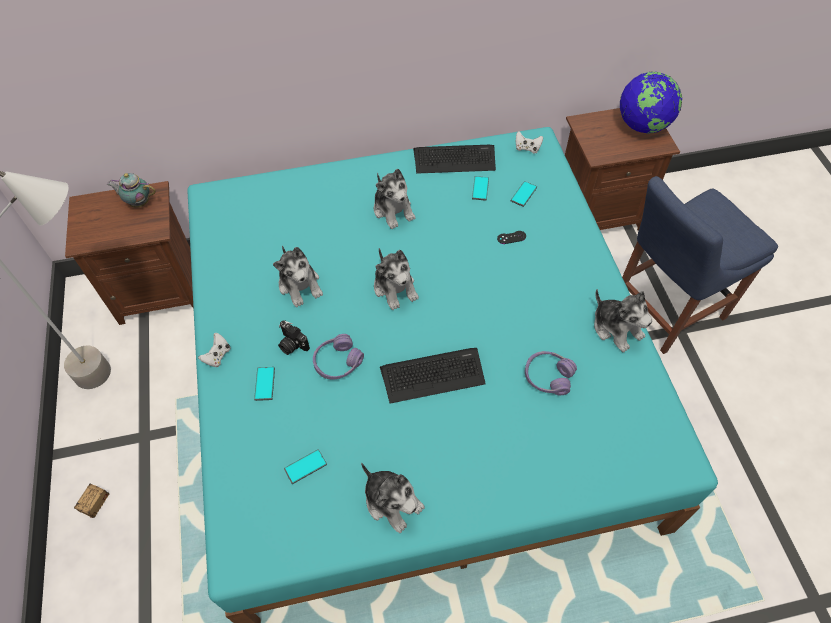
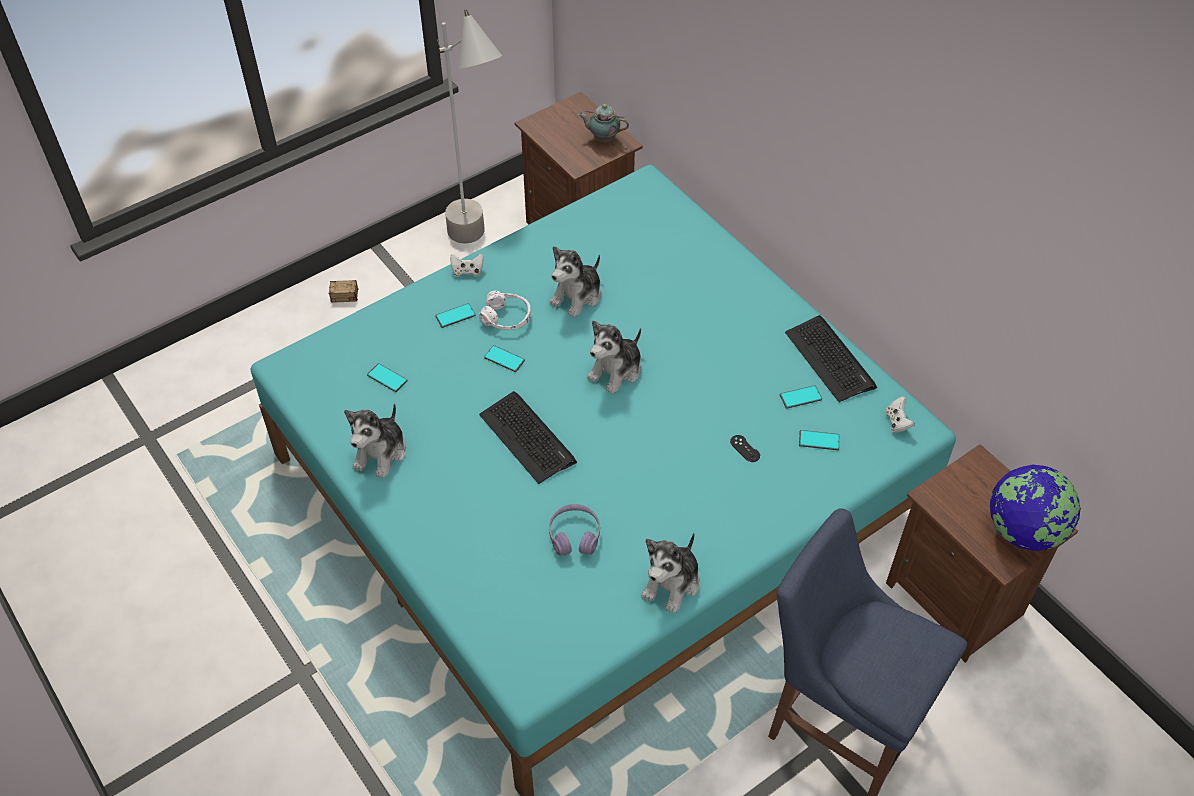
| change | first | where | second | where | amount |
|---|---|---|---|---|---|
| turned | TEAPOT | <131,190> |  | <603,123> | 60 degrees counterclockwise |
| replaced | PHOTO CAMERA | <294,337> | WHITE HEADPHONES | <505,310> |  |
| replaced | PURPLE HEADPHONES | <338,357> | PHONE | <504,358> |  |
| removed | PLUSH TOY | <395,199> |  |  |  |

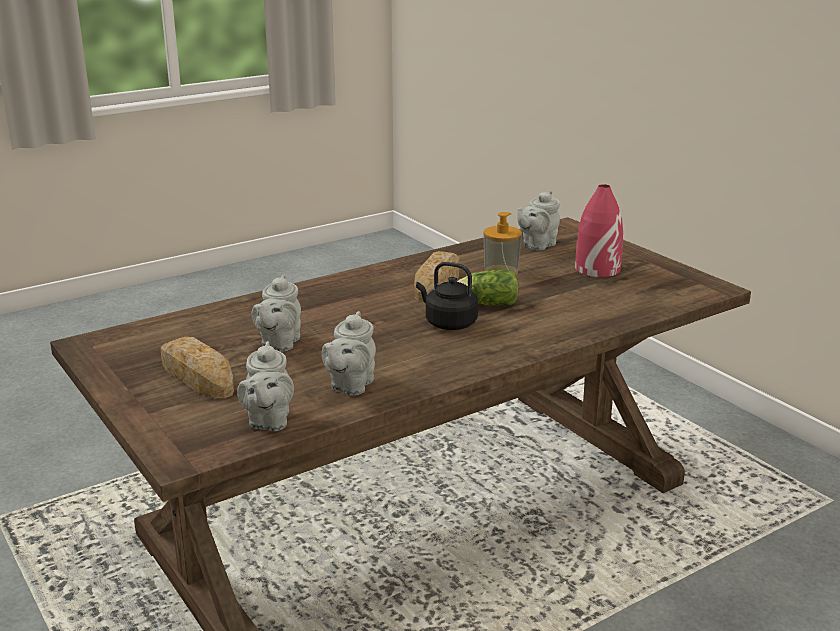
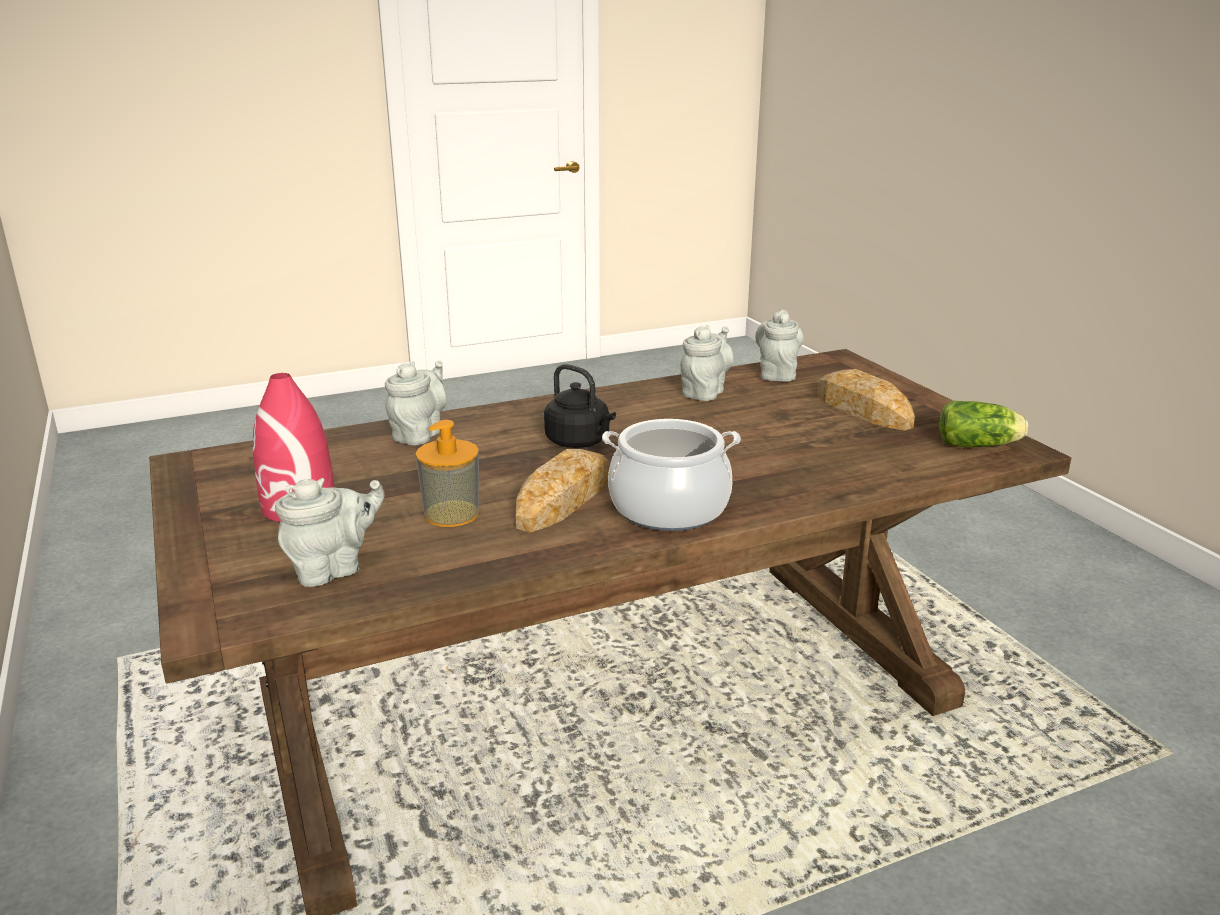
| change | first | where | second | where | amount |
|---|---|---|---|---|---|
| moved | GREY TEAPOT | <276,313> |  | <416,403> |  |
| moved | LETTUCE | <487,288> |  | <983,424> |  |
| added |  |  | COOKING POT | <671,475> |  |

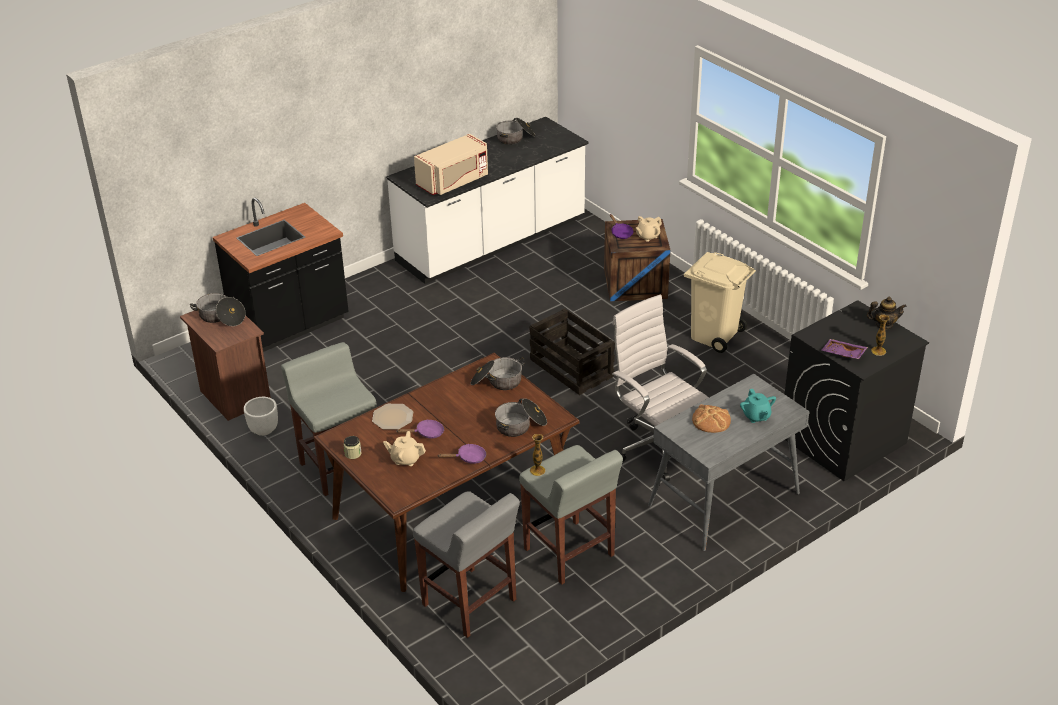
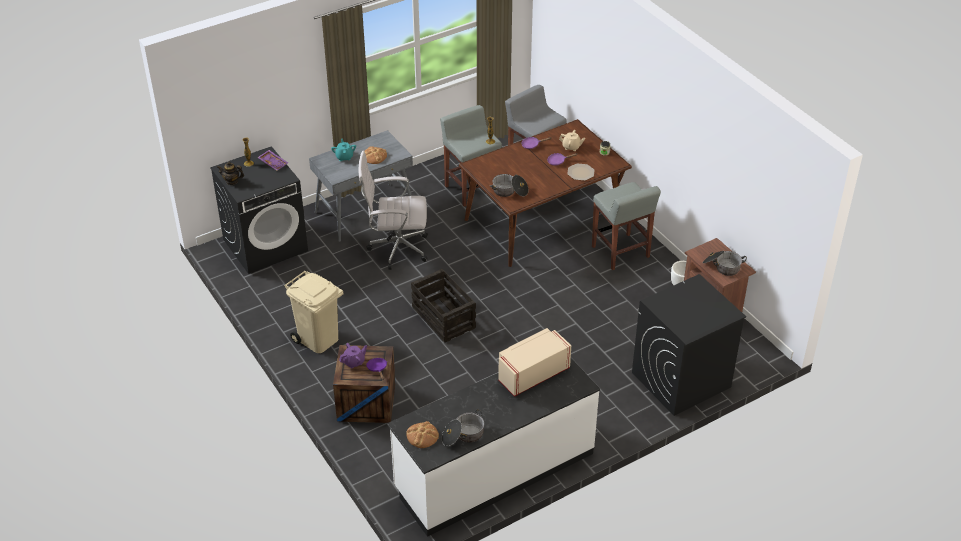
| change | first | where | second | where | amount |
|---|---|---|---|---|---|
| replaced | BLACK COUNTER | <281,275> | BLACK WASHING MACHINE | <689,345> |  |
| removed | COOKING POT | <521,417> |  |  |  |
| turned | WHITE OFFICE CHAIR | <660,388> |  | <393,210> | 120 degrees clockwise |
| recoloured | BEIGE TEAPOT | <649,229> | PURPLE TEAPOT | <353,355> |  |
| added |  |  | BREAD | <422,434> |  |

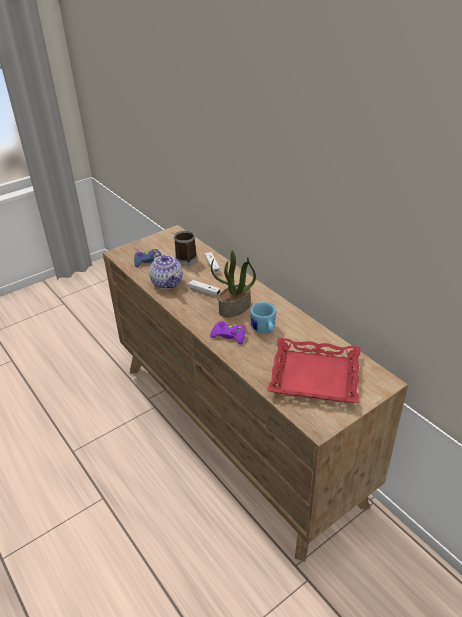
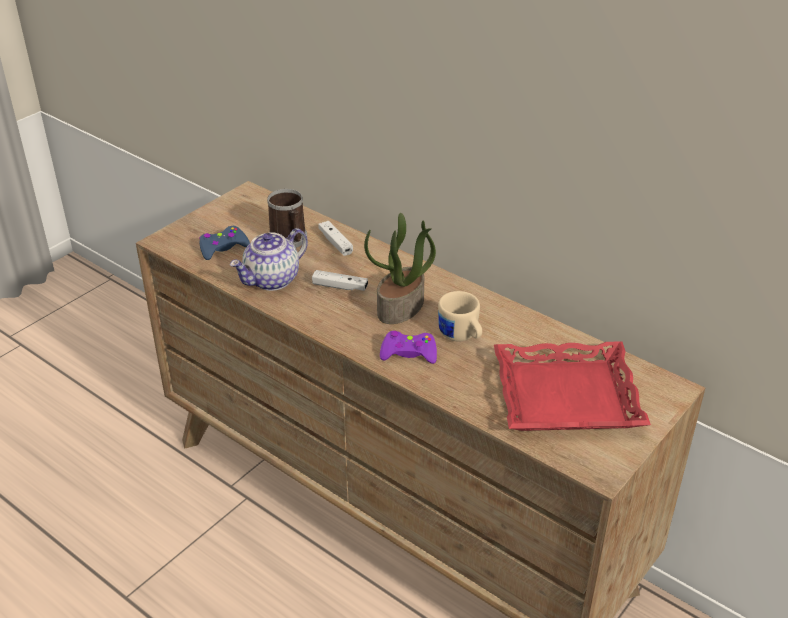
| change | first | where | second | where | amount |
|---|---|---|---|---|---|
| turned | TEAPOT | <166,270> |  | <269,259> | 90 degrees clockwise |
| recoloured | BLUE MUG | <263,317> | BEIGE MUG | <460,316> |  |

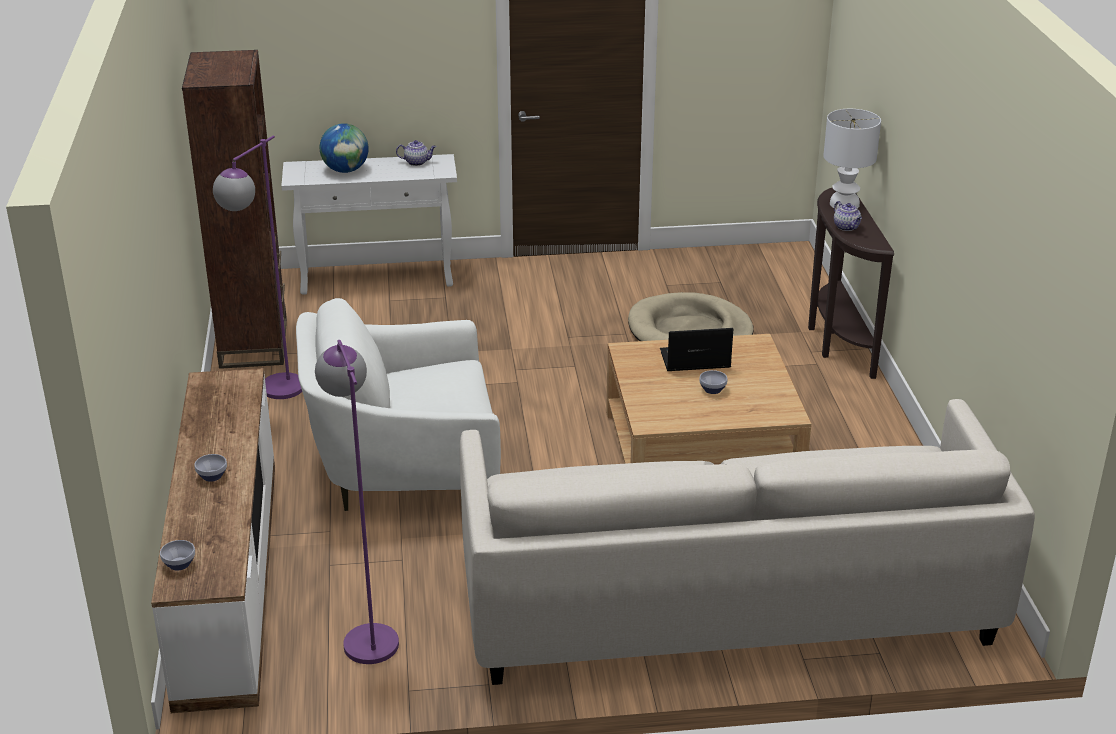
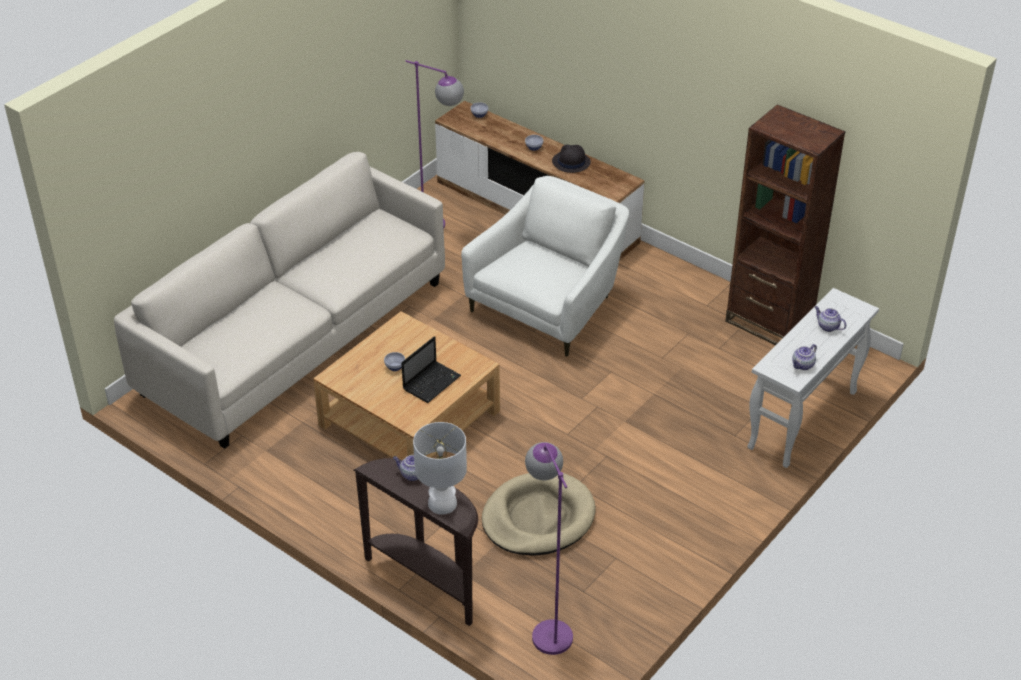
| change | first | where | second | where | amount |
|---|---|---|---|---|---|
| moved | PURPLE FLOOR LAMP | <257,267> |  | <549,548> |  |
| replaced | GLOBE | <344,148> | TEAPOT | <830,319> |  |
| added |  |  | BLACK HAT | <571,159> |  |

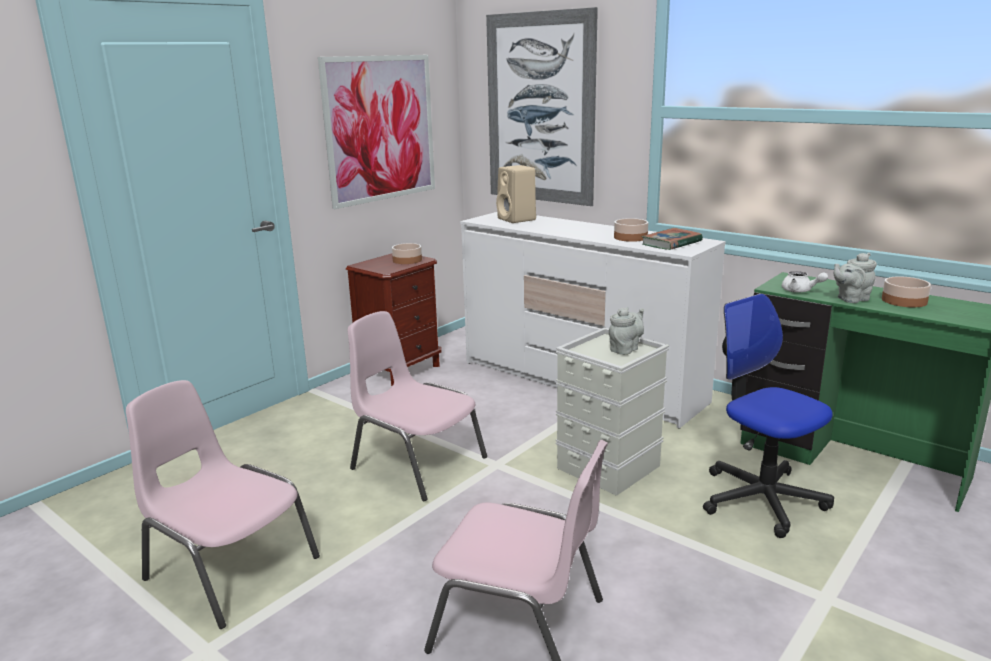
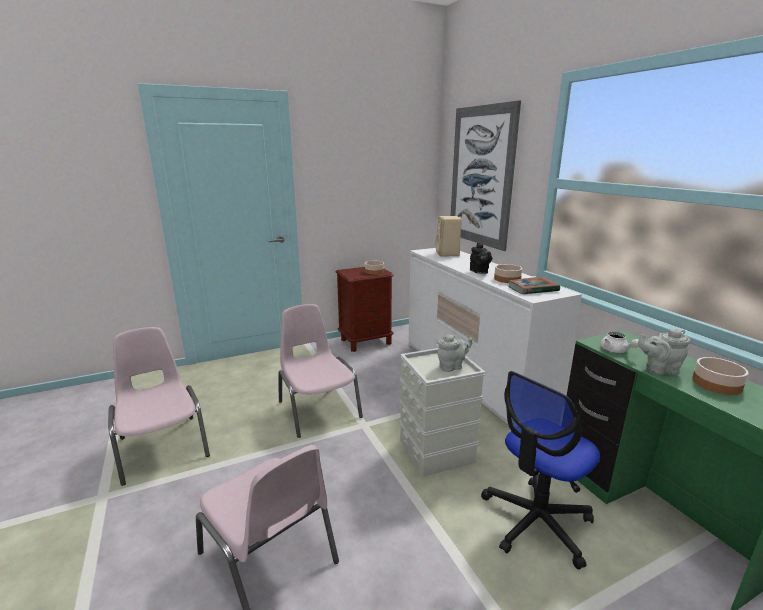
| change | first | where | second | where | amount |
|---|---|---|---|---|---|
| removed | PICTURE | <376,132> |  |  |  |
| turned | OFFICE CHAIR | <768,416> |  | <540,470> | 120 degrees counterclockwise |
| added |  |  | BLACK TEAPOT | <481,258> |  |

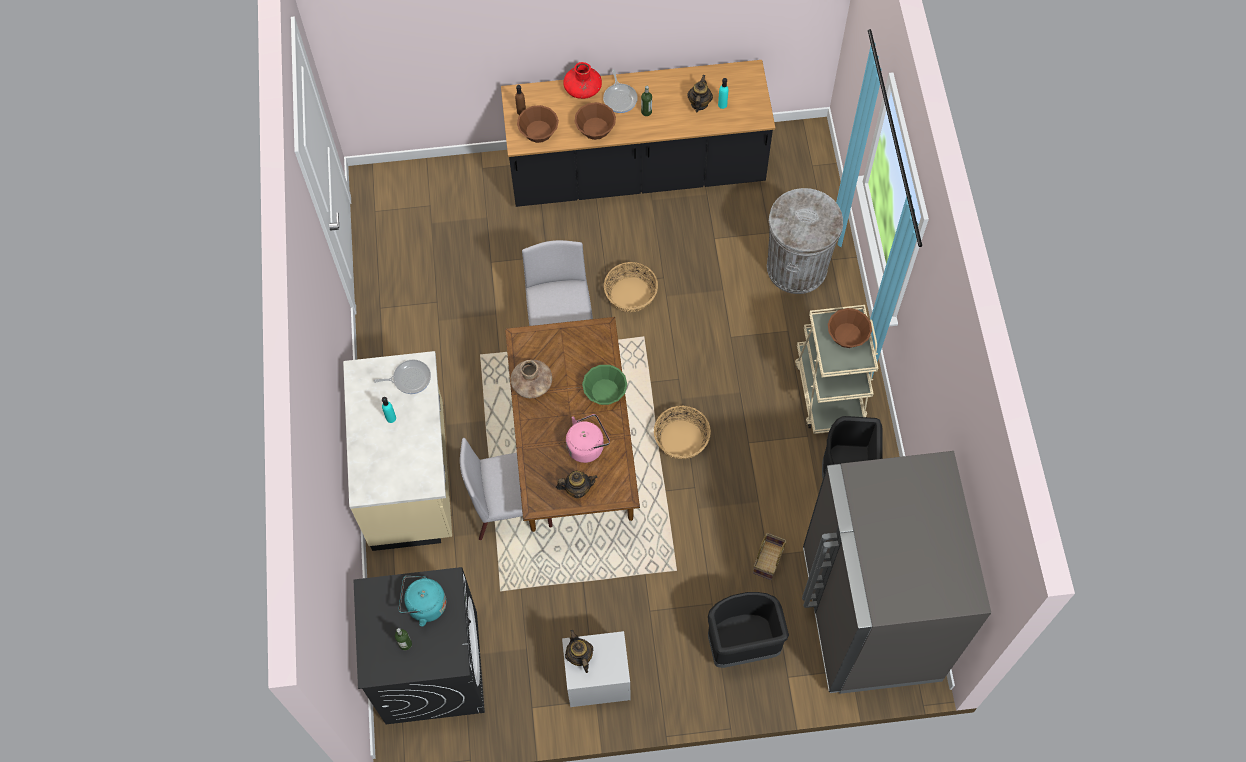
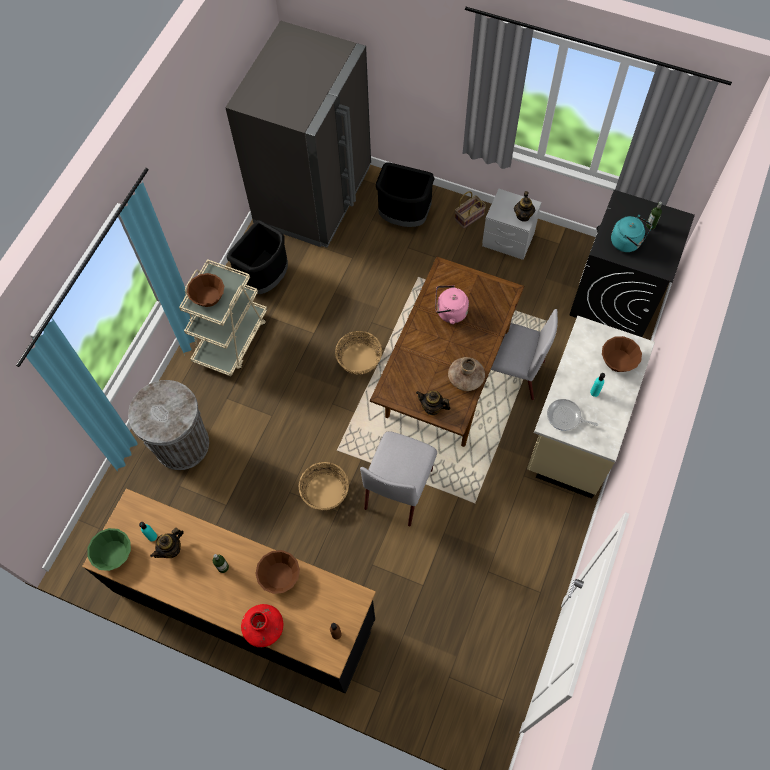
| change | first | where | second | where | amount |
|---|---|---|---|---|---|
| moved | BROWN BOWL | <538,124> |  | <622,354> |  |
| moved | TEAPOT | <576,484> |  | <433,403> |  |
| moved | GREEN BOWL | <604,385> |  | <109,549> |  |
| removed | FRYING PAN | <620,91> |  |  |  |
| moved | BASKET | <770,556> |  | <470,209> |  |

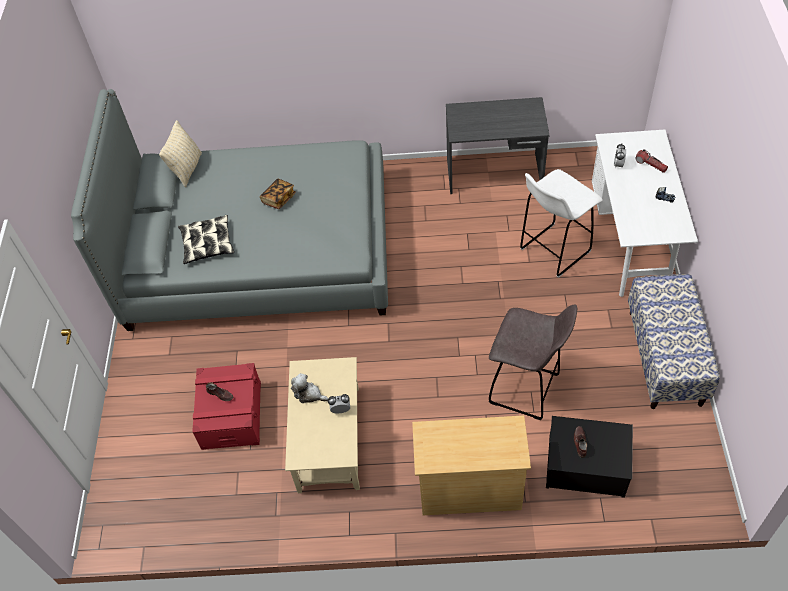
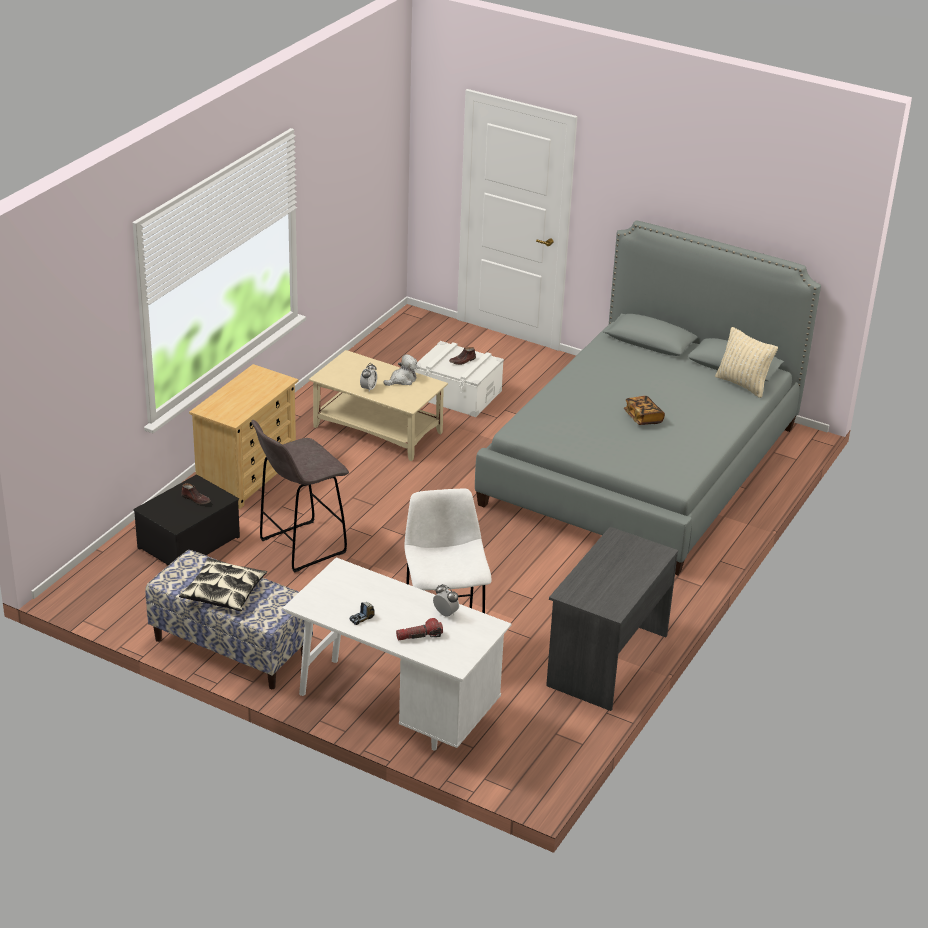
| change | first | where | second | where | amount |
|---|---|---|---|---|---|
| moved | PILLOW | <206,239> |  | <223,584> |  |
| recoloured | RED STORAGE BOX | <226,406> | WHITE STORAGE BOX | <459,379> |  |

